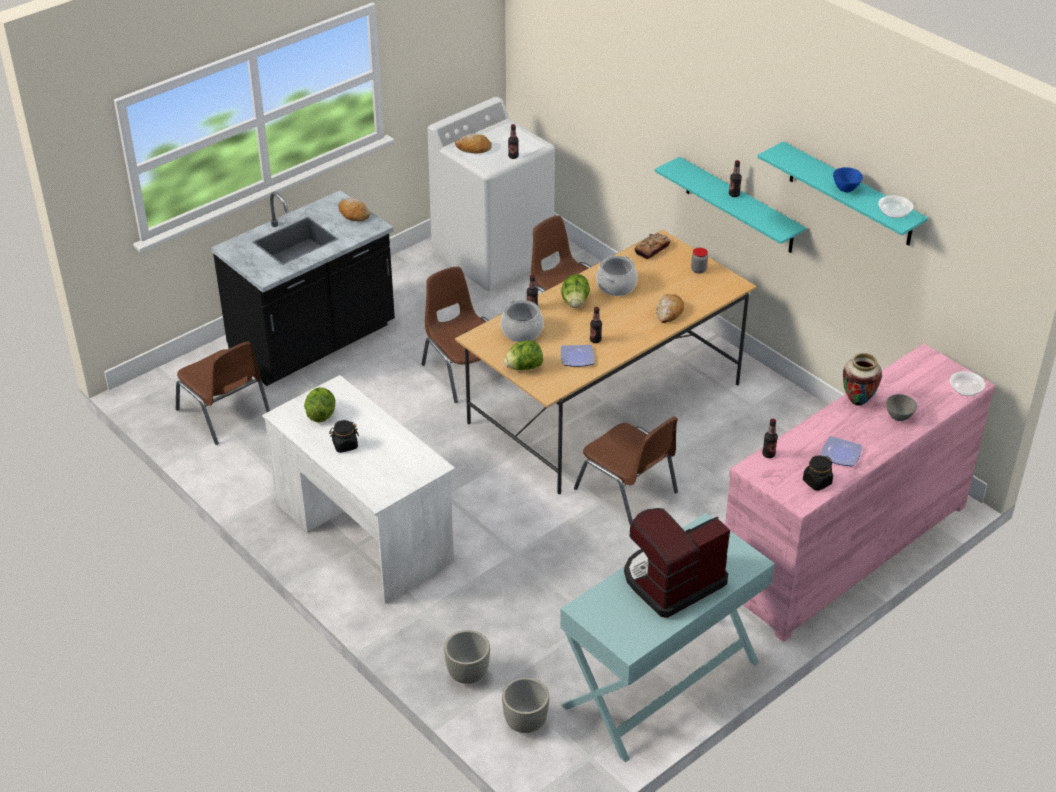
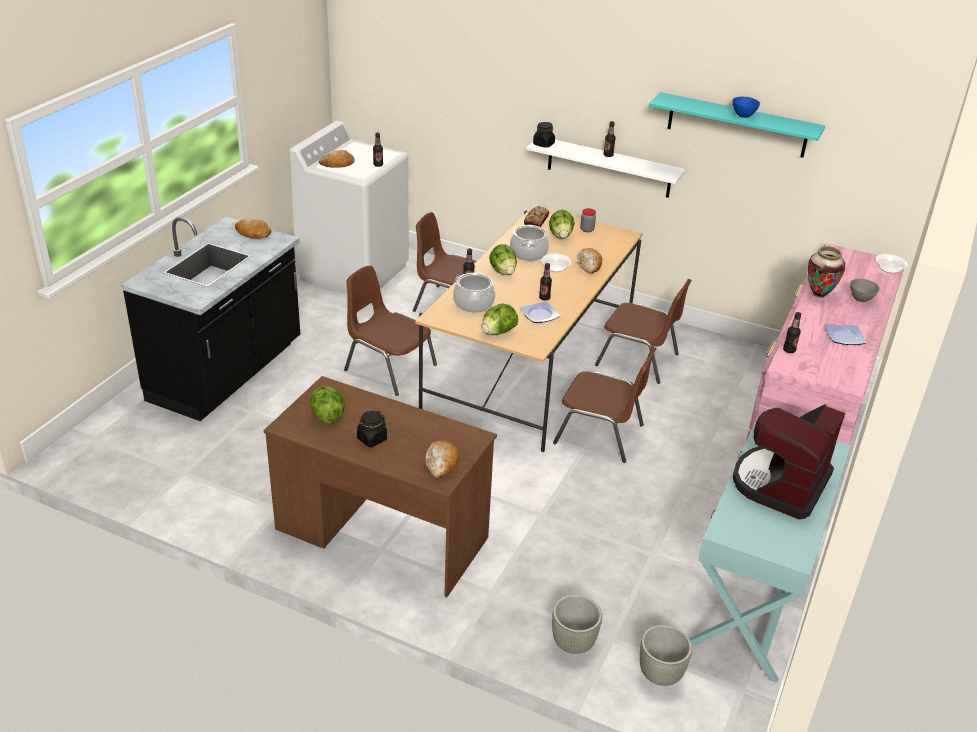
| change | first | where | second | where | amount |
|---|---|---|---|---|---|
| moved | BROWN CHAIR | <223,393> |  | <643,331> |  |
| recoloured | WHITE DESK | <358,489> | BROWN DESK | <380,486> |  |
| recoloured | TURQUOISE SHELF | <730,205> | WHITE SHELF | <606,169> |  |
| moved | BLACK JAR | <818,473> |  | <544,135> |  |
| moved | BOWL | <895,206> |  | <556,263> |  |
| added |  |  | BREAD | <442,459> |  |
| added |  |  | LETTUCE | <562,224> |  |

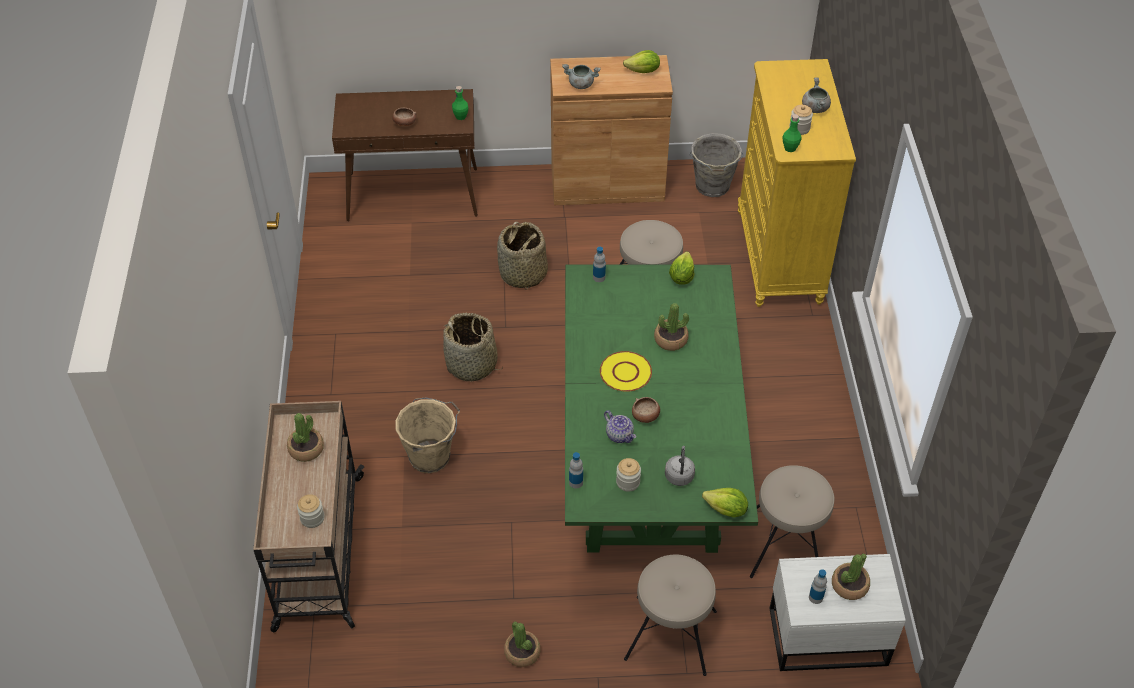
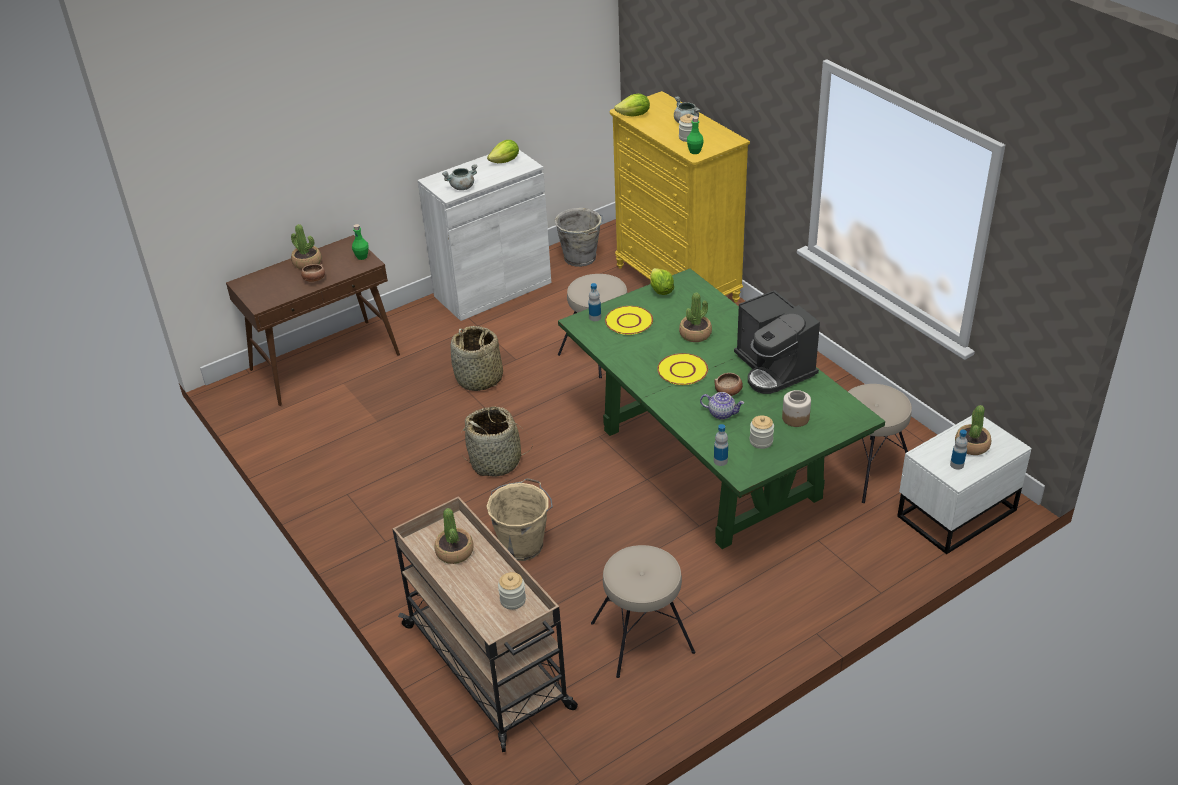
| change | first | where | second | where | amount |
|---|---|---|---|---|---|
| moved | POTTED PLANT | <522,644> |  | <306,246> |  |
| recoloured | BROWN CABINET | <611,130> | WHITE CABINET | <484,235> |  |
| moved | BEIGE STOOL | <670,615> |  | <643,611> |  |
| replaced | GREY KETTLE | <680,466> | JAR | <796,408> |  |
| moved | LETTUCE | <725,502> |  | <632,105> |  |
| added |  |  | YELLOW PLATE | <629,320> |  |
| added |  |  | COFFEE MACHINE | <777,342> |  |

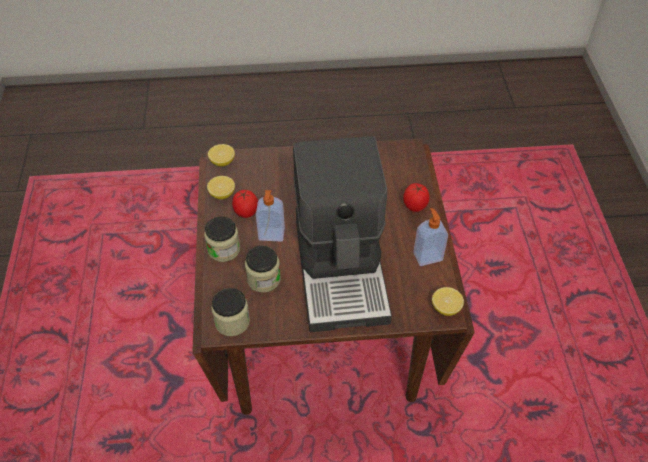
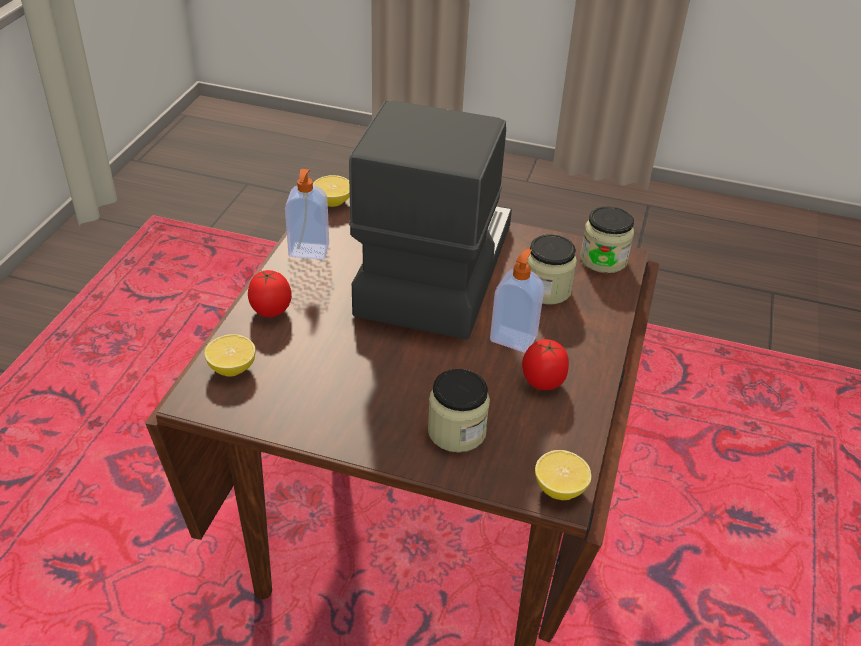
| change | first | where | second | where | amount |
|---|---|---|---|---|---|
| moved | JAR | <222,239> |  | <459,410> |  |
| moved | LEMON | <221,188> |  | <230,355> |  |

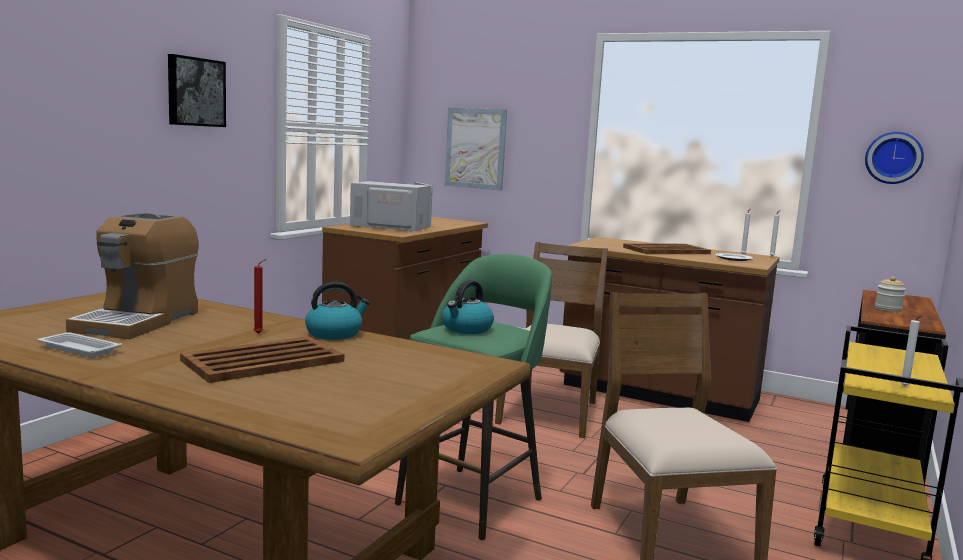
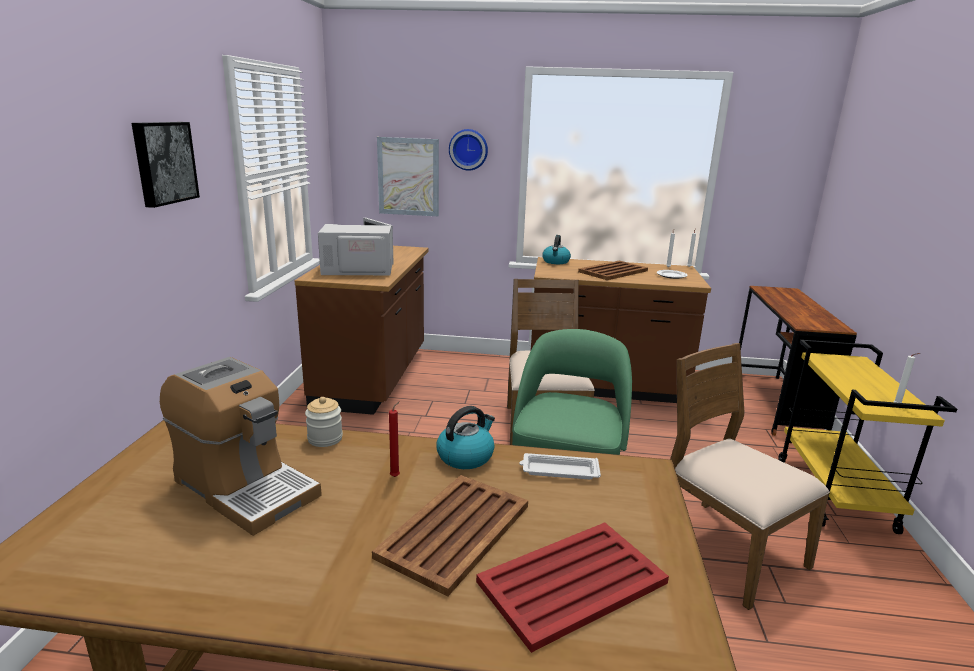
| change | first | where | second | where | amount |
|---|---|---|---|---|---|
| moved | WHITE TRAY | <80,345> |  | <560,466> |  |
| turned | COFFEE MACHINE | <132,276> |  | <241,446> | 45 degrees counterclockwise |
| moved | KETTLE | <468,307> |  | <556,249> |  |
| moved | WALL CLOCK | <894,158> |  | <468,150> |  |
| moved | JAR | <890,294> |  | <324,422> |  |
| added |  |  | RED TRAY | <572,588> |  |

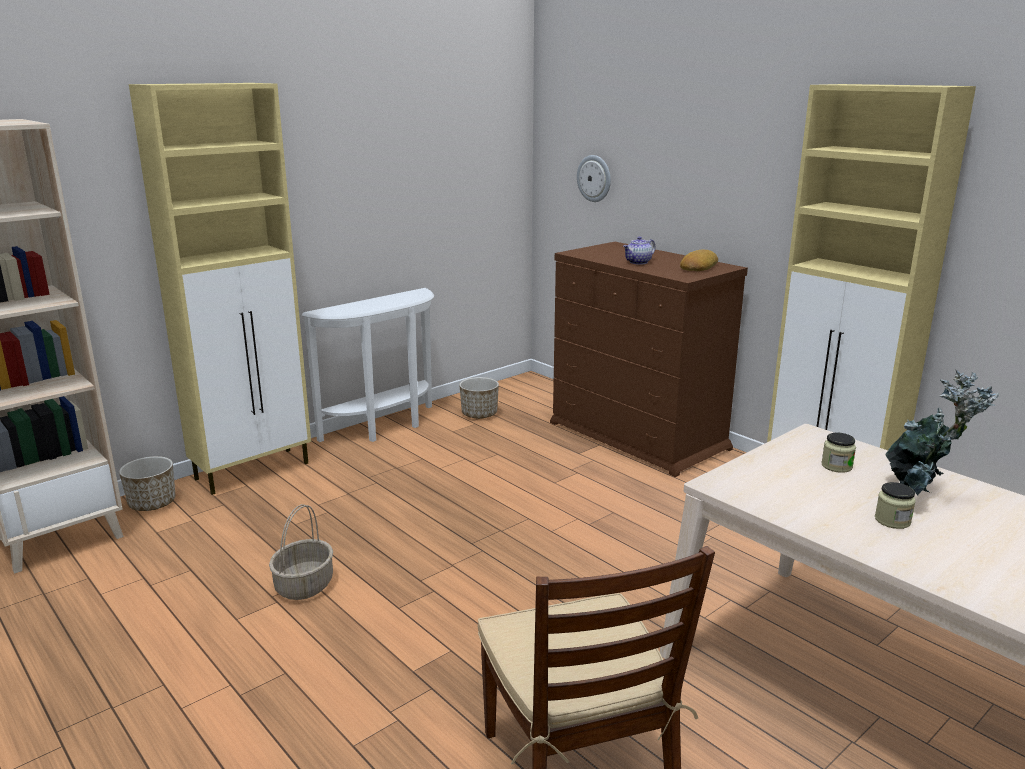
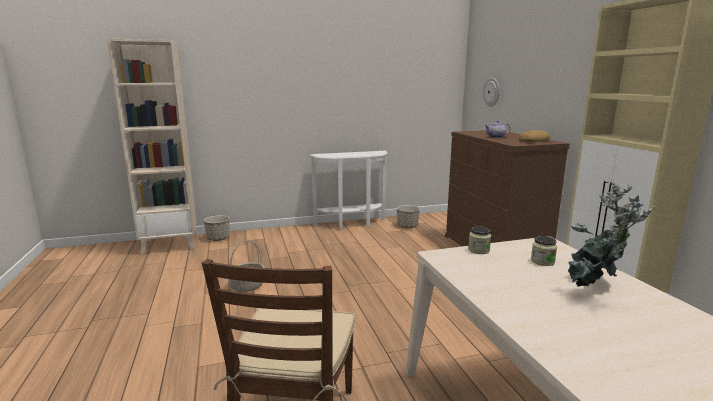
| change | first | where | second | where | amount |
|---|---|---|---|---|---|
| removed | BEIGE CABINET | <220,289> |  |  |  |
| moved | JAR | <895,505> |  | <479,240> |  |

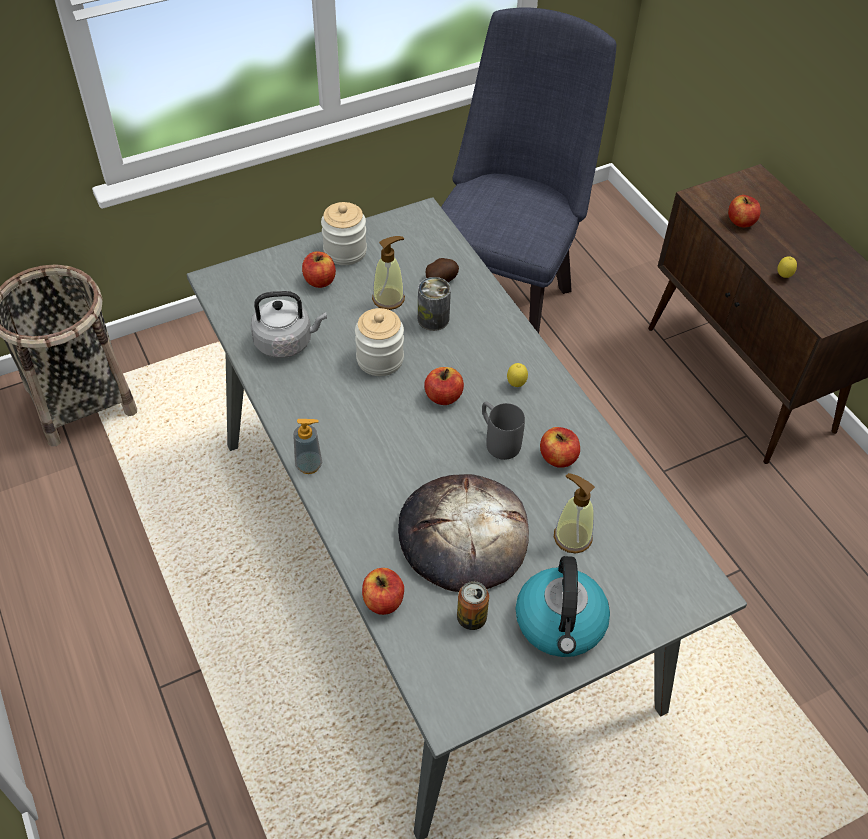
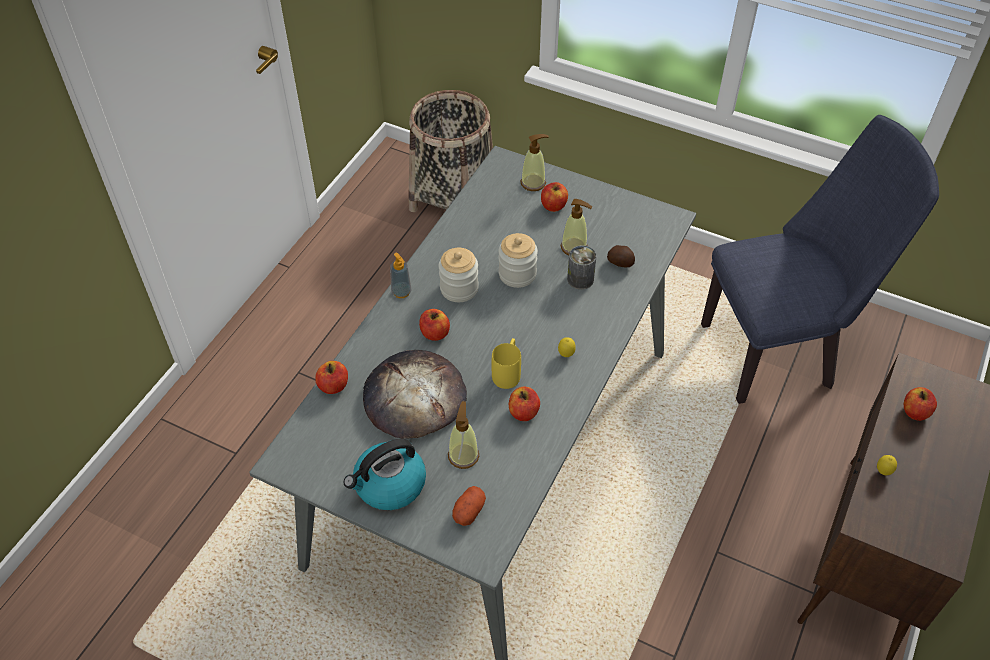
| change | first | where | second | where | amount |
|---|---|---|---|---|---|
| removed | GREY KETTLE | <288,324> |  |  |  |
| moved | JAR | <344,233> |  | <459,275> |  |
| moved | APPLE | <444,386> |  | <434,325> |  |
| removed | CAN | <473,605> |  |  |  |
| recoloured | GREY MUG | <503,431> | YELLOW MUG | <506,363> |  |
| added |  |  | POTATO | <469,506> |  |
| added |  |  | SOAP DISPENSER | <535,162> |  |

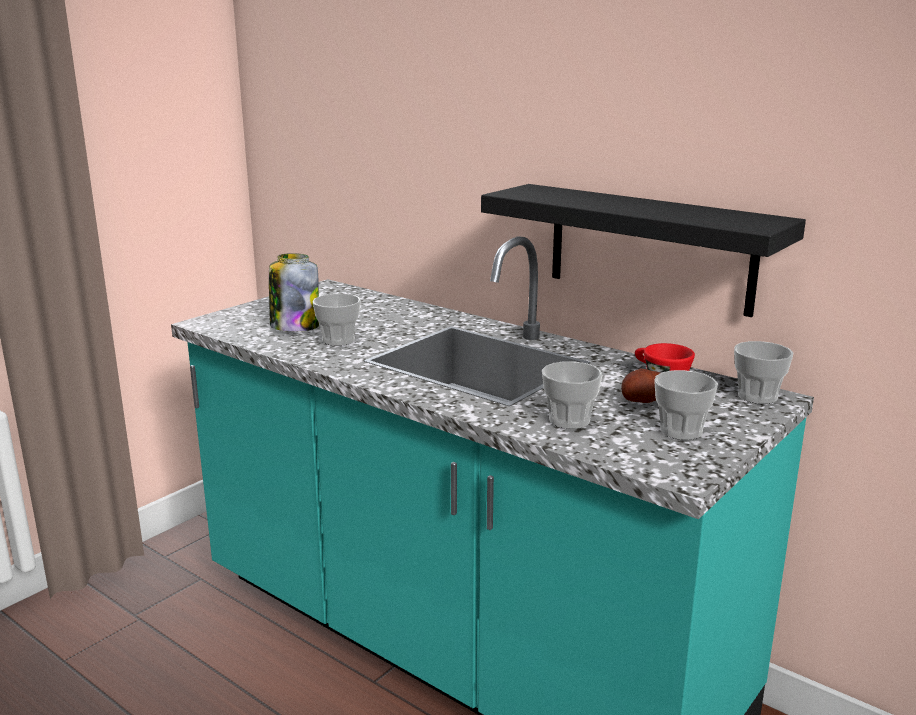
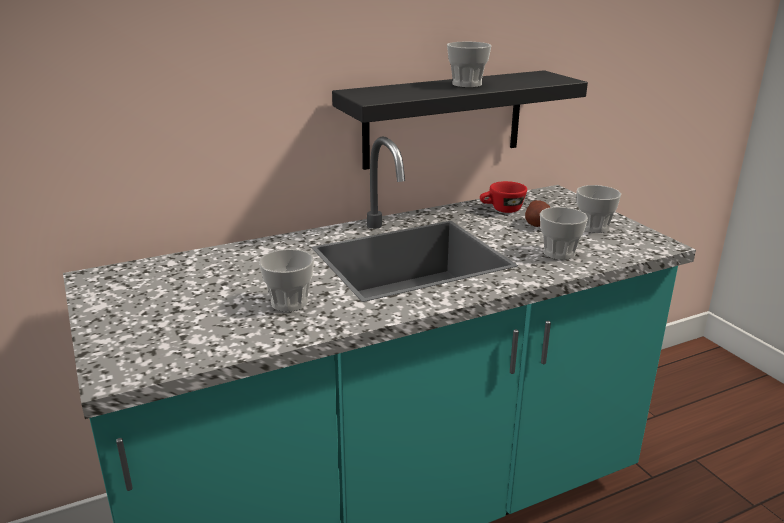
| change | first | where | second | where | amount |
|---|---|---|---|---|---|
| removed | JAR | <294,292> |  |  |  |
| moved | CUP | <763,372> |  | <469,65> |  |

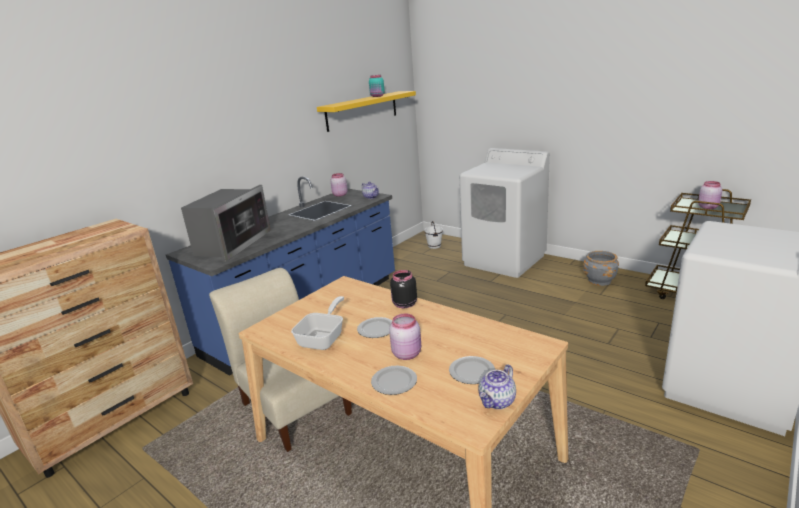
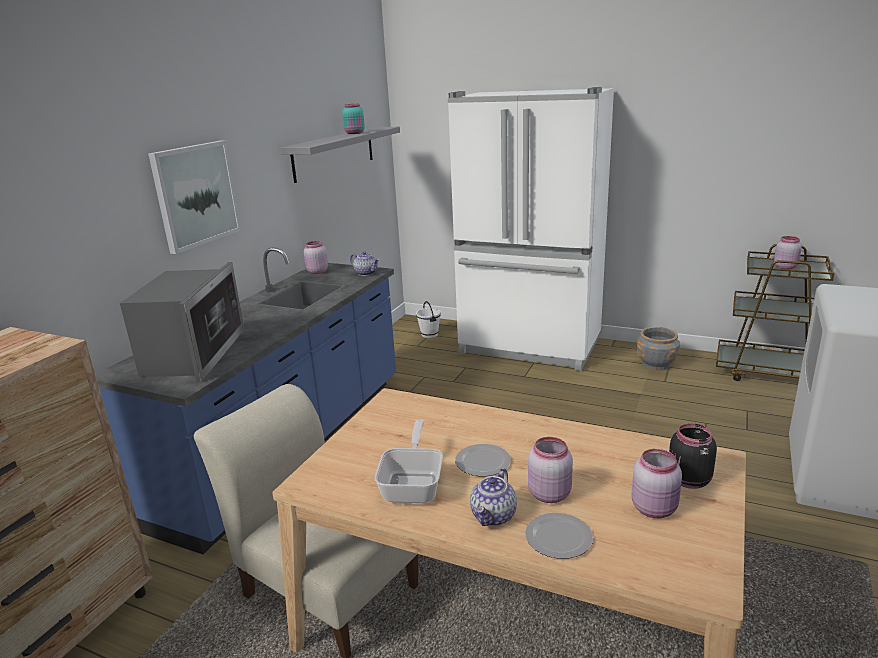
| change | first | where | second | where | amount |
|---|---|---|---|---|---|
| recoloured | YELLOW SHELF | <366,111> | GREY SHELF | <340,155> |  |
| moved | BLACK JAR | <403,289> |  | <693,456> |  |
| replaced | PLATE | <472,370> | PINK JAR | <656,483> |  |
| replaced | WHITE WASHING MACHINE | <504,213> | WHITE FRIDGE | <531,229> |  |
| moved | TEAPOT | <497,387> |  | <493,497> |  |
| added |  |  | PICTURE | <194,197> |  |

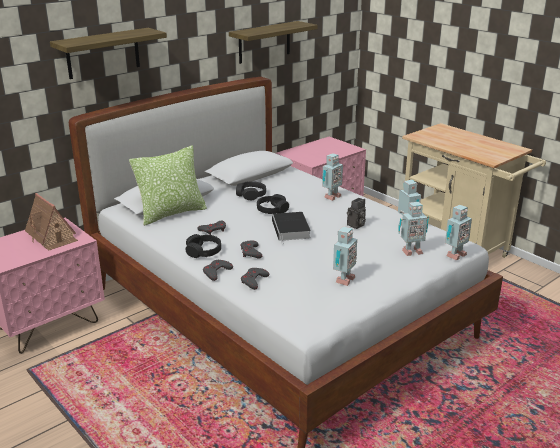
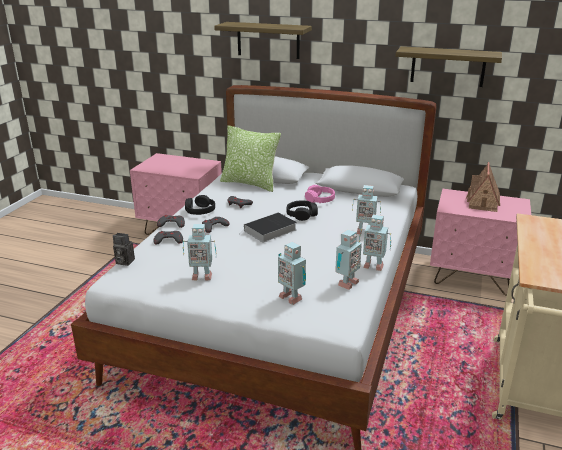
| change | first | where | second | where | amount |
|---|---|---|---|---|---|
| moved | TOY HOUSE | <51,222> |  | <483,187> |  |
| recoloured | BLACK HEADPHONES | <251,191> | PINK HEADPHONES | <320,194> |  |
| moved | PHOTO CAMERA | <356,213> |  | <124,249> |  |
| moved | TOY ROBOT | <458,232> |  | <375,242> |  |

